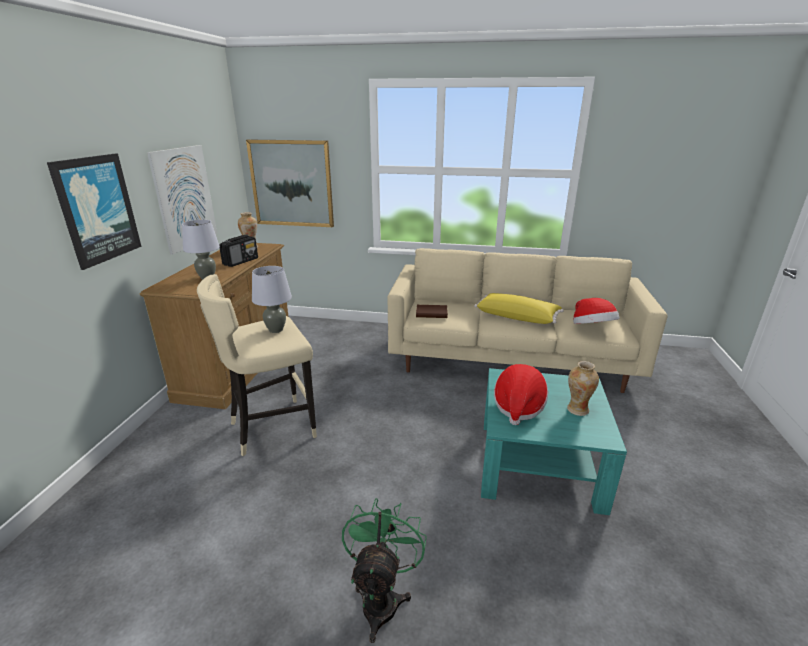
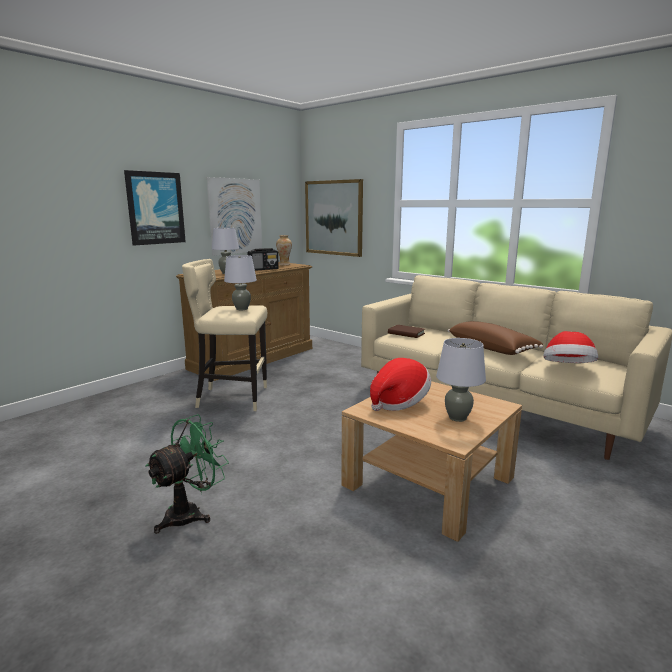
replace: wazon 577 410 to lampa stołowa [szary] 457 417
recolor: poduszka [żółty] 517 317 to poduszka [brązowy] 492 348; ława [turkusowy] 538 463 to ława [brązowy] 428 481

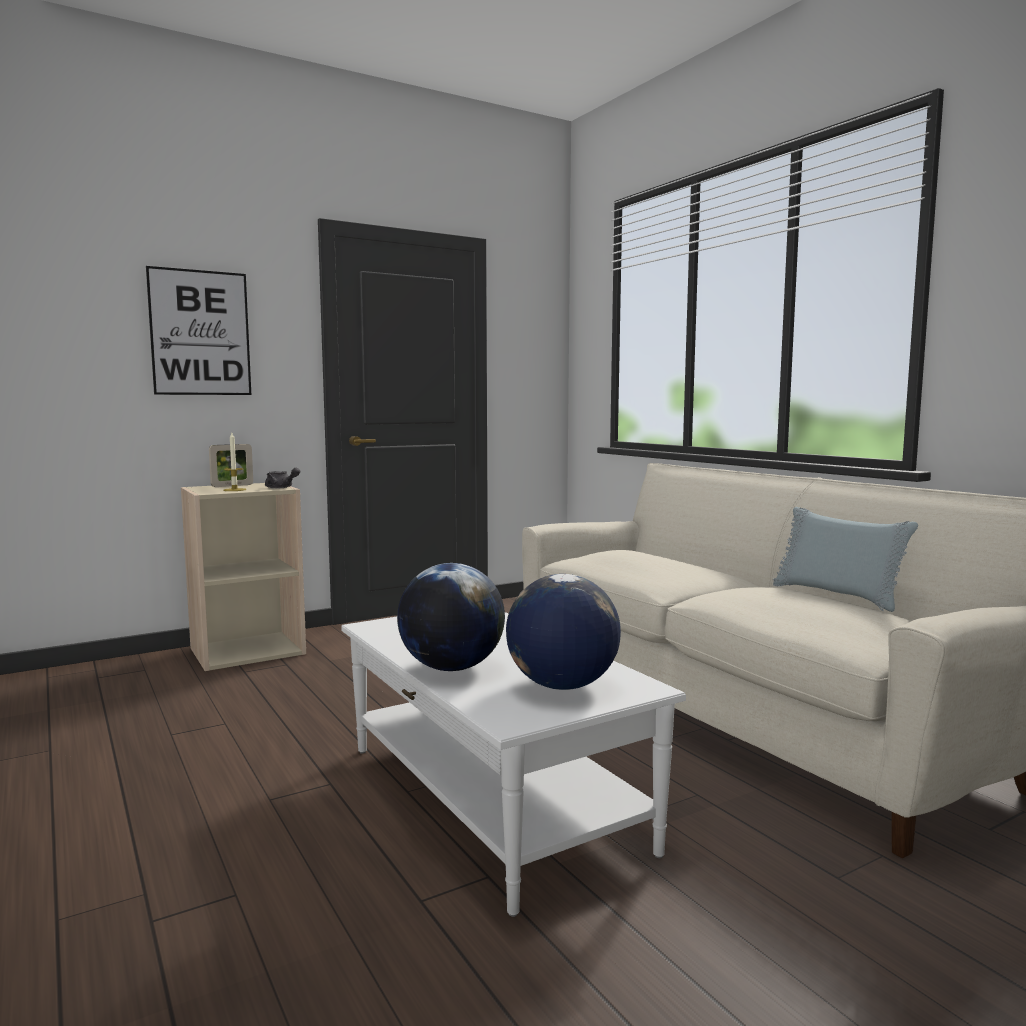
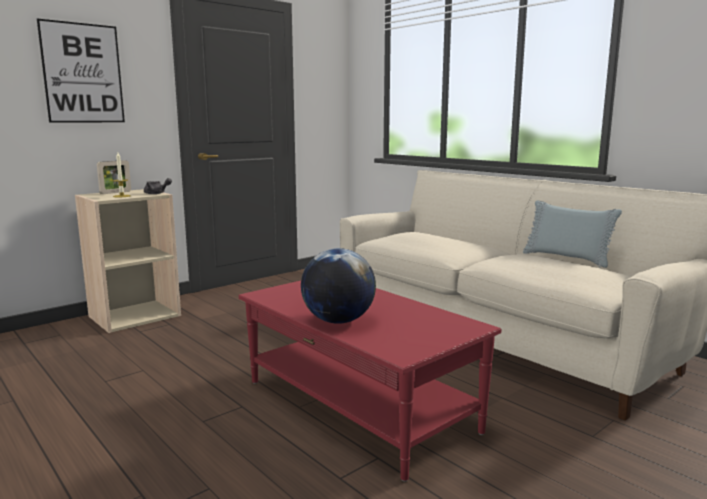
delete: globus 561 685
recolor: ława [biały] 492 798 to ława [czerwony] 359 406

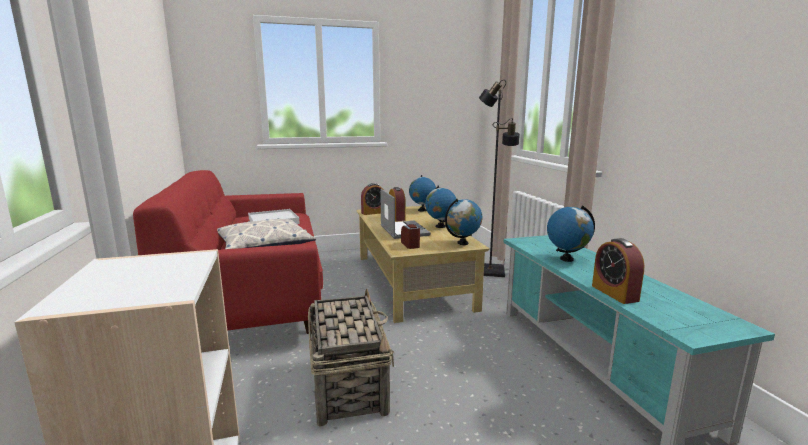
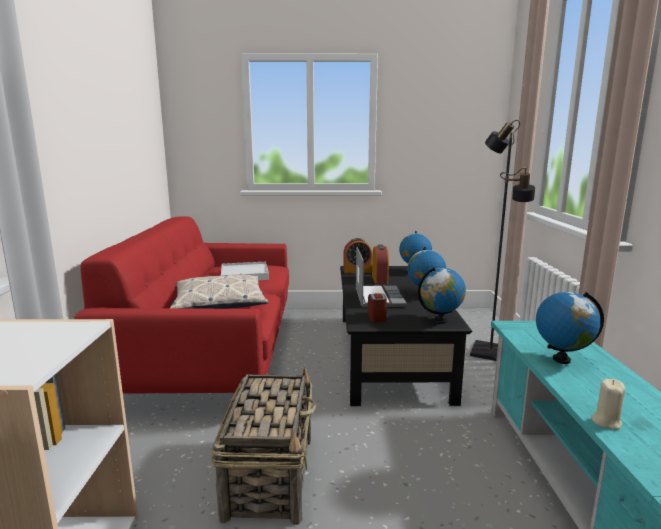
replace: budzik 614 293 to świeca [beżowy] 606 421
recolor: ława [beżowy] 410 281 to ława [czarny] 388 354

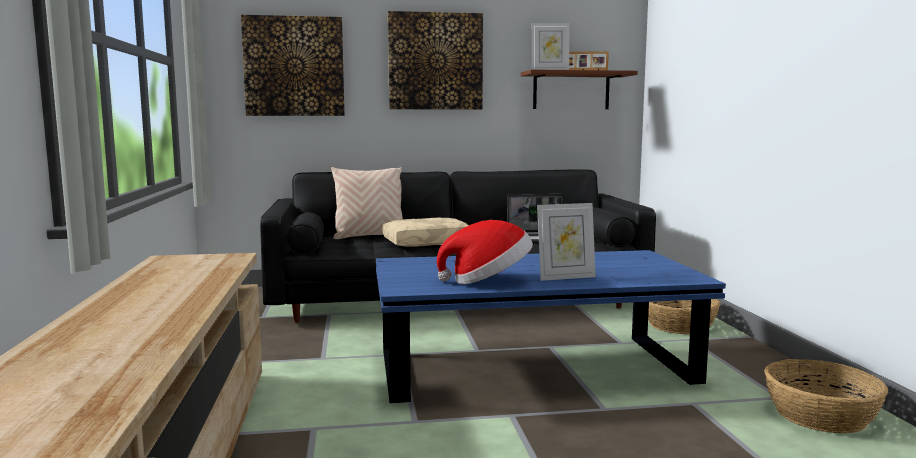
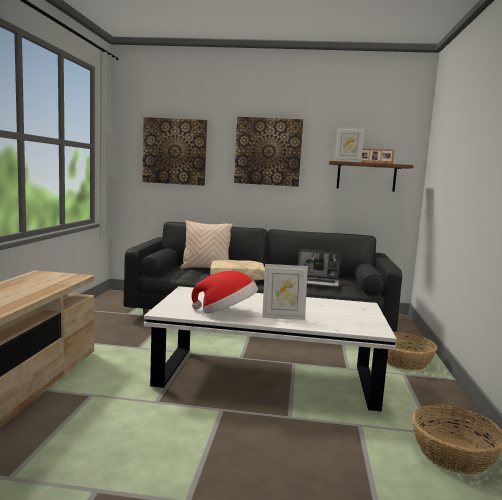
recolor: ława [niebieski] 535 369 to ława [biały] 267 378

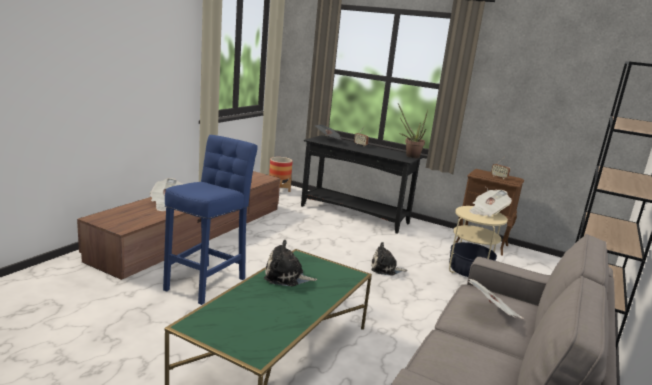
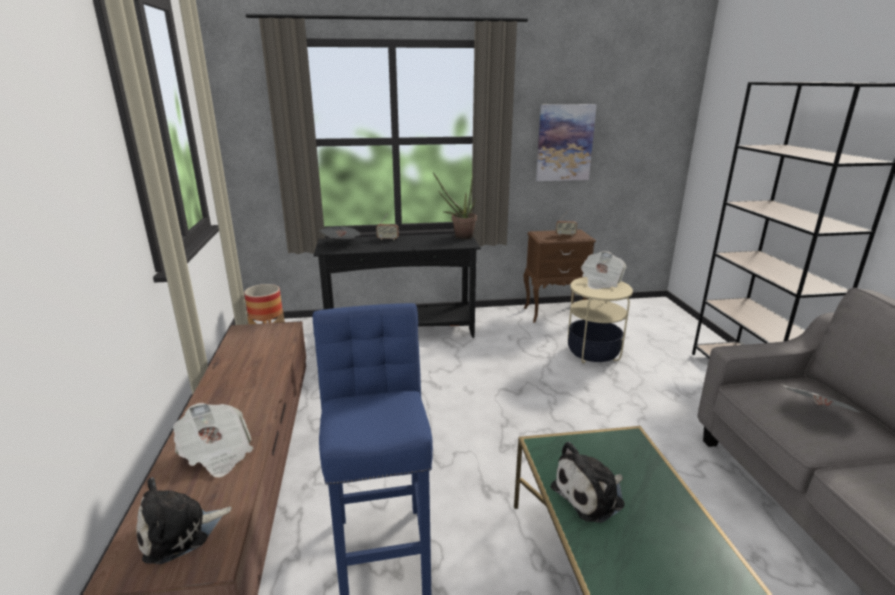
insert: obraz 564 143
move: pluszak 385 269 to 180 532

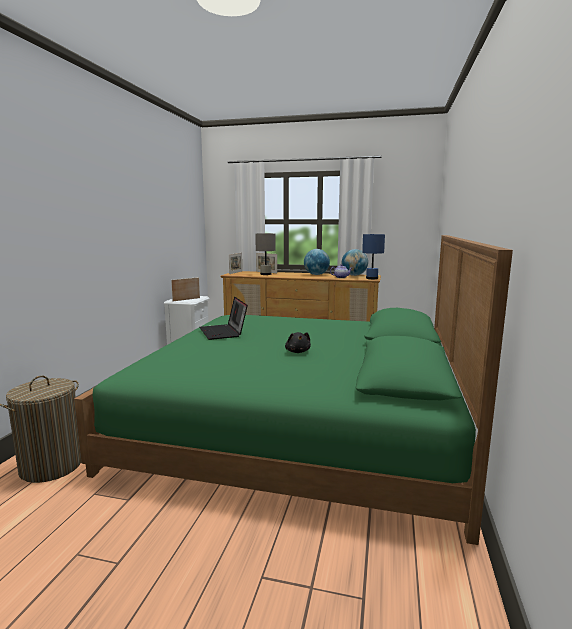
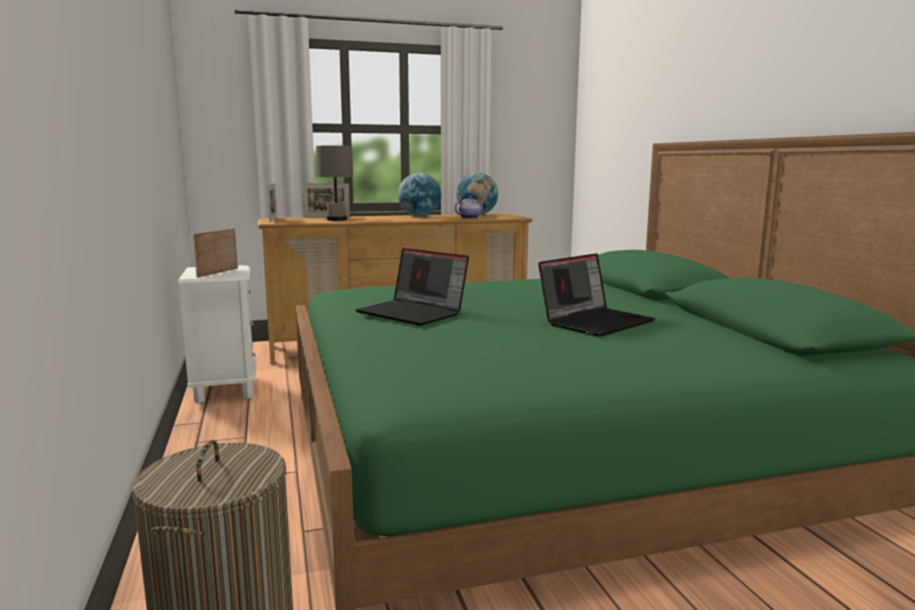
delete: lampa stołowa [niebieski] 372 278
replace: pluszak [czarny] 297 352 to laptop 596 322

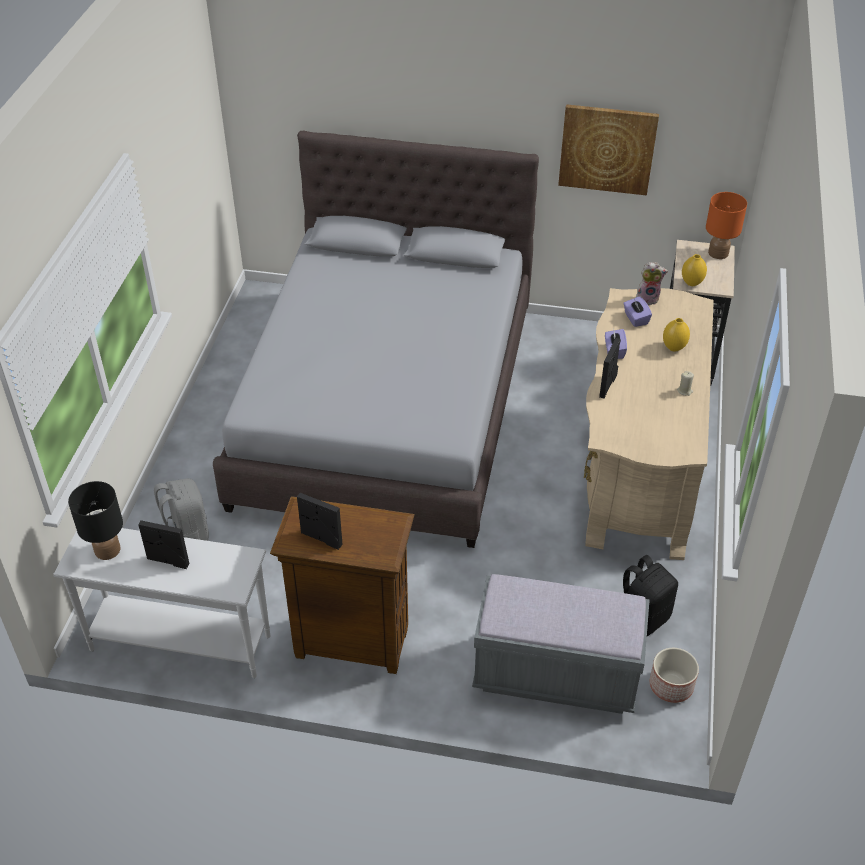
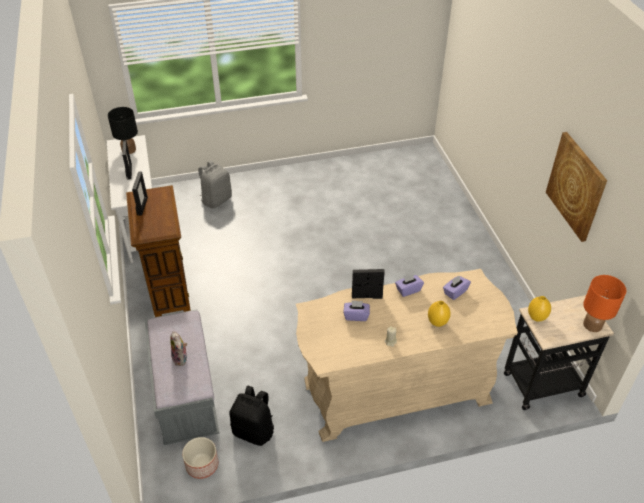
delete: łóżko [szary] 387 405
insert: pudełko chusteczek [fioletowy] 356 316
move: pluszak 647 298 to 181 358

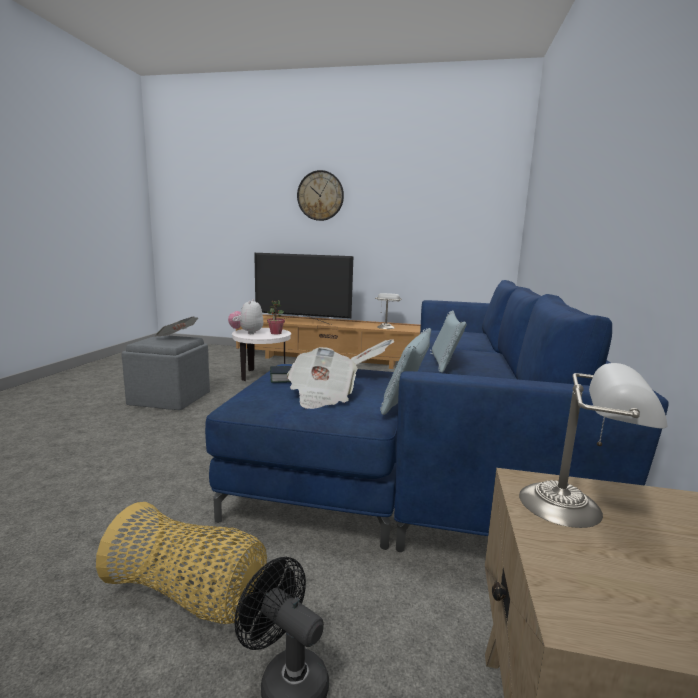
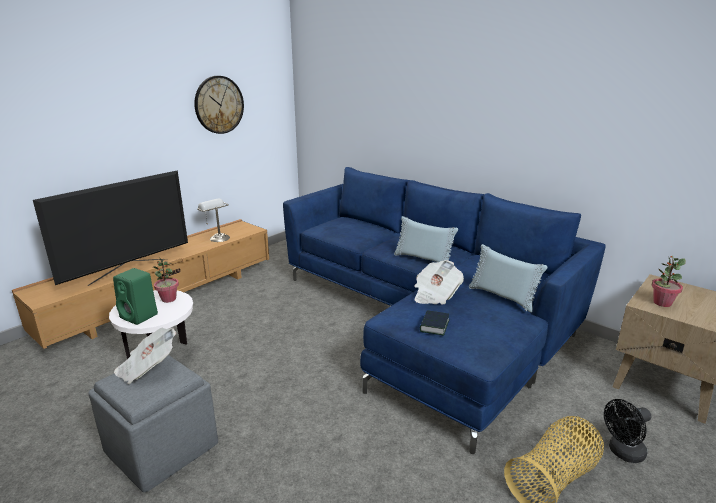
delete: gazeta 321 396
move: zegar ścienny 320 196 to 219 105
replace: pluszak 247 333 to głośnik [zielony] 140 316; lampa stołowa [biały] 578 507 to roślina doniczkowa 662 303

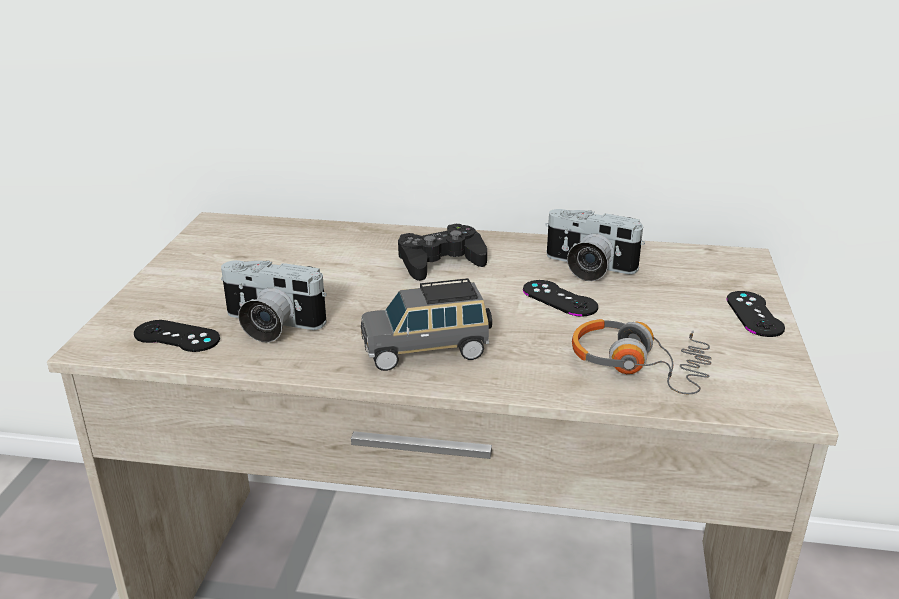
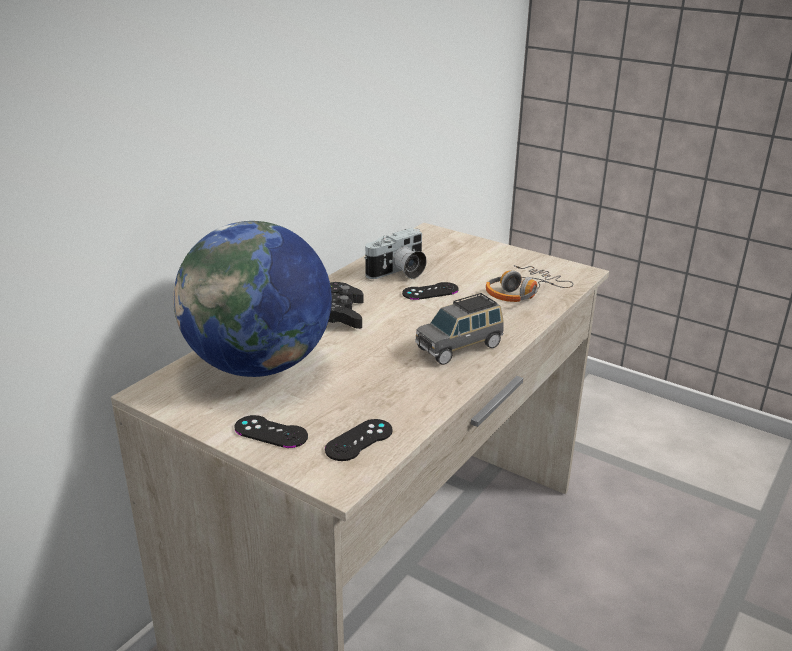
delete: aparat fotograficzny 269 325
insert: globus 259 365
move: pad do gier [czarny] 754 314 to 271 432
rotate: samochodzik [szary] 427 351 = 460 347 45 degrees clockwise

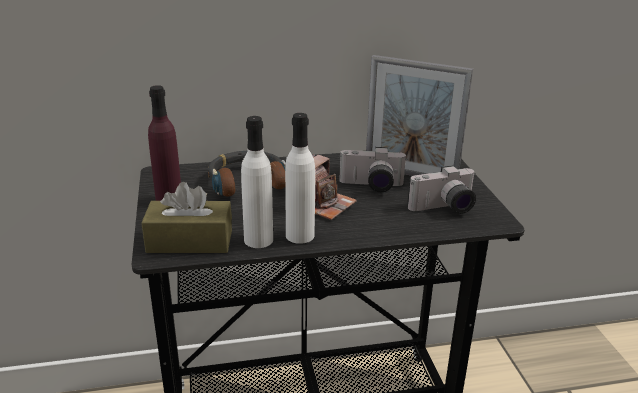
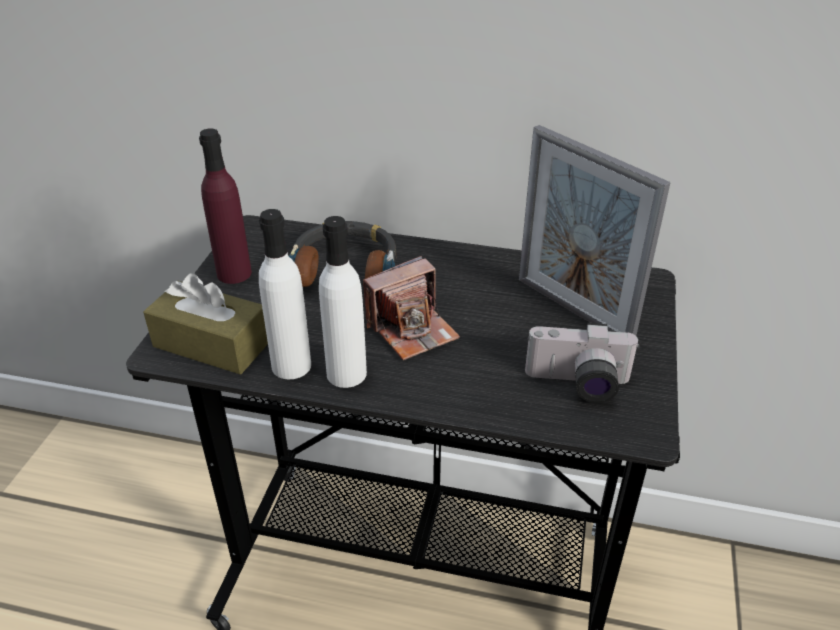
delete: aparat fotograficzny 371 186

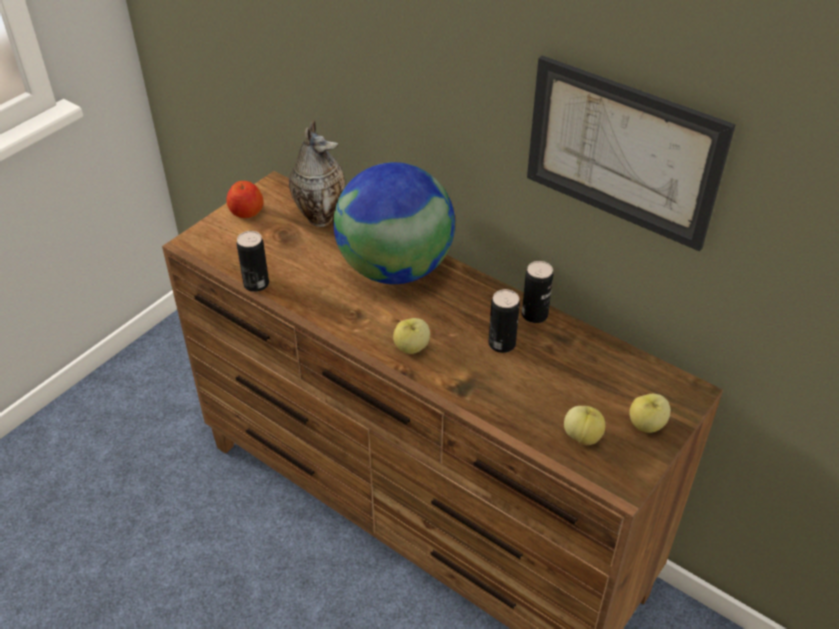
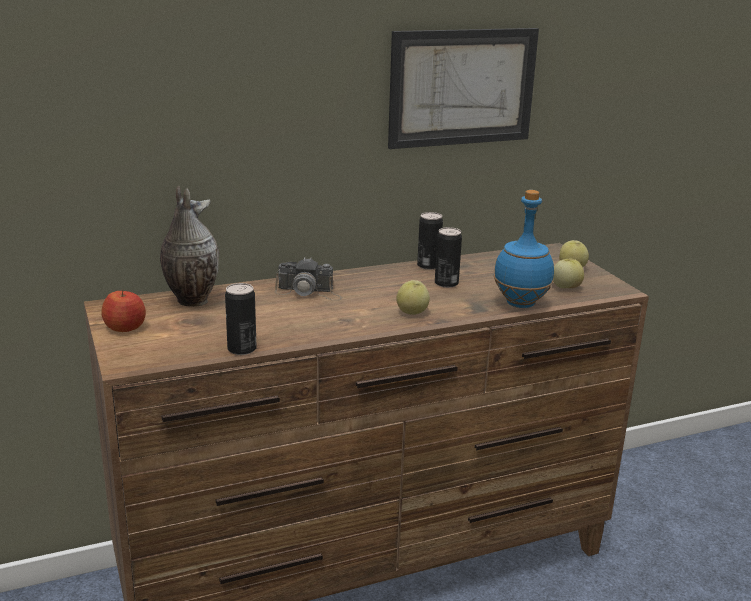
insert: butelka [niebieski] 521 303
replace: globus 395 269 to aparat fotograficzny 309 292

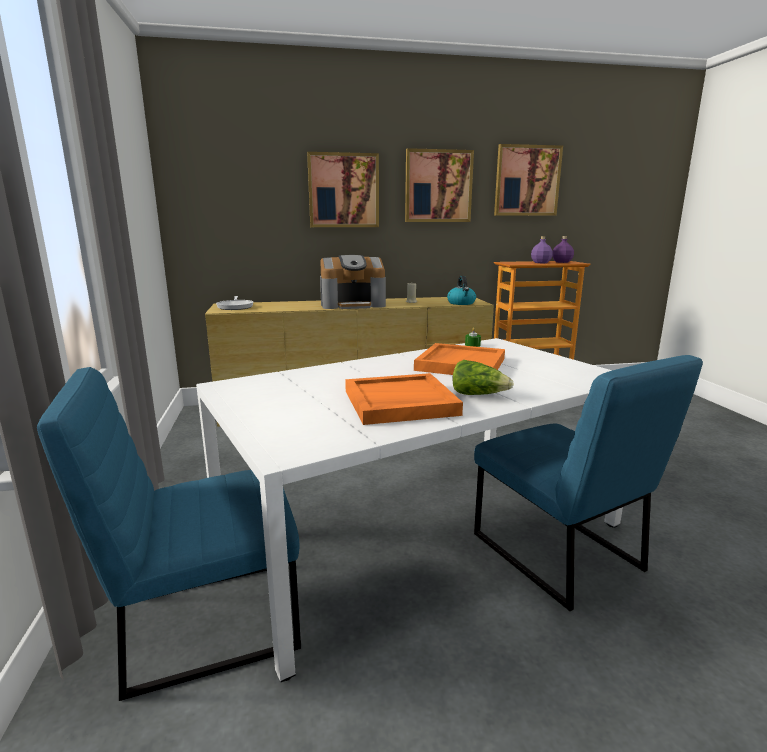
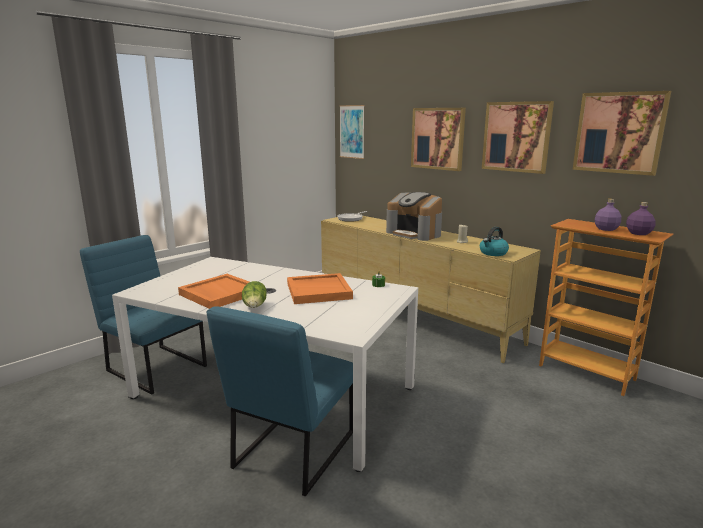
insert: obraz 352 132

